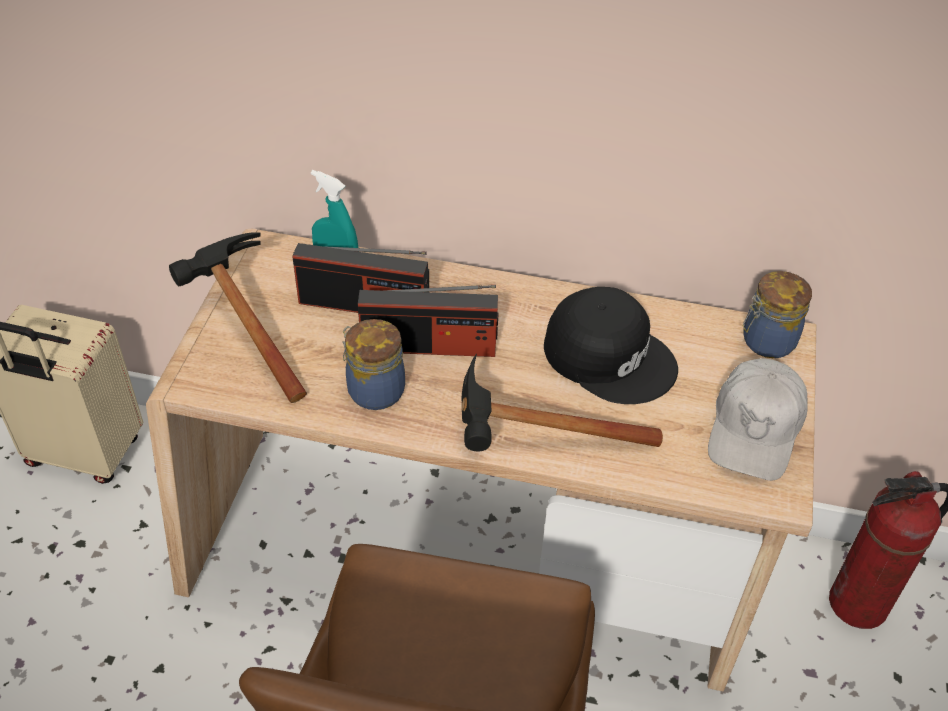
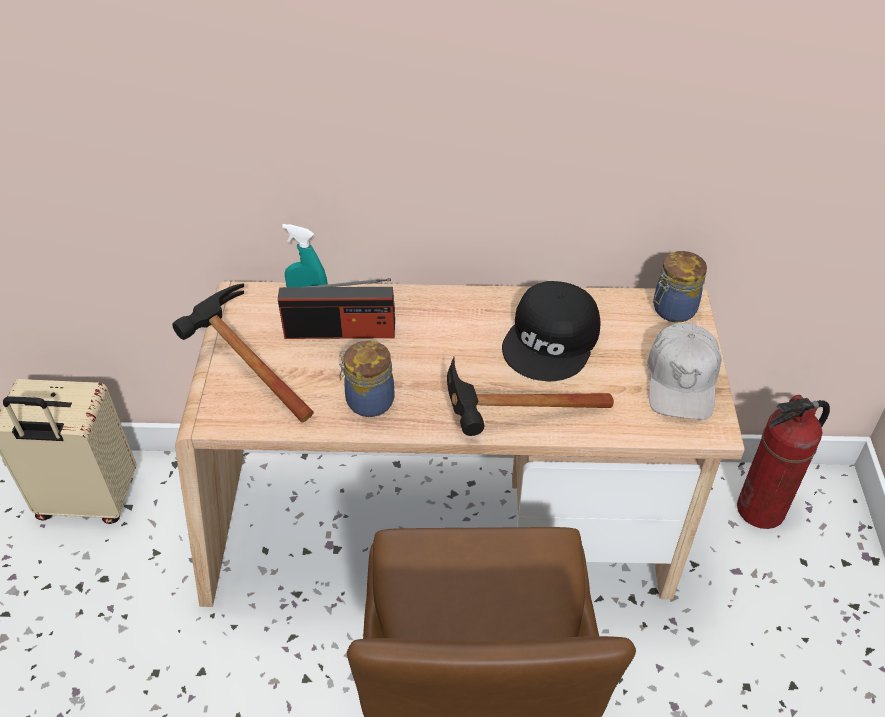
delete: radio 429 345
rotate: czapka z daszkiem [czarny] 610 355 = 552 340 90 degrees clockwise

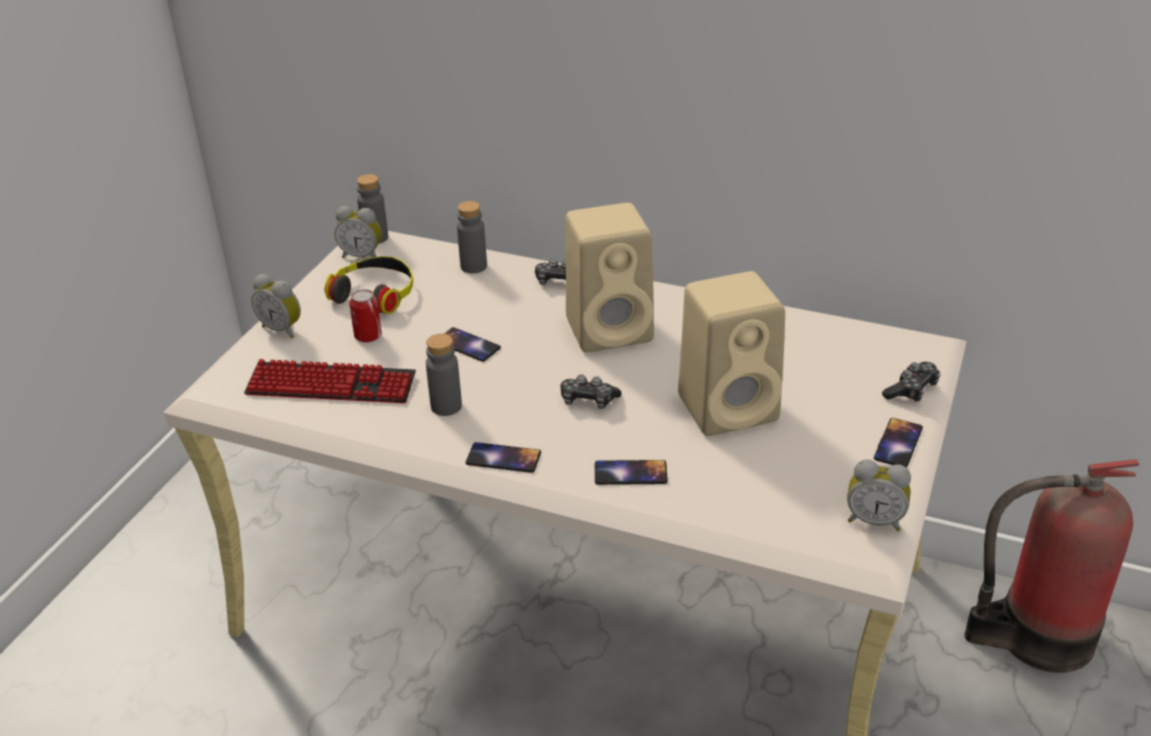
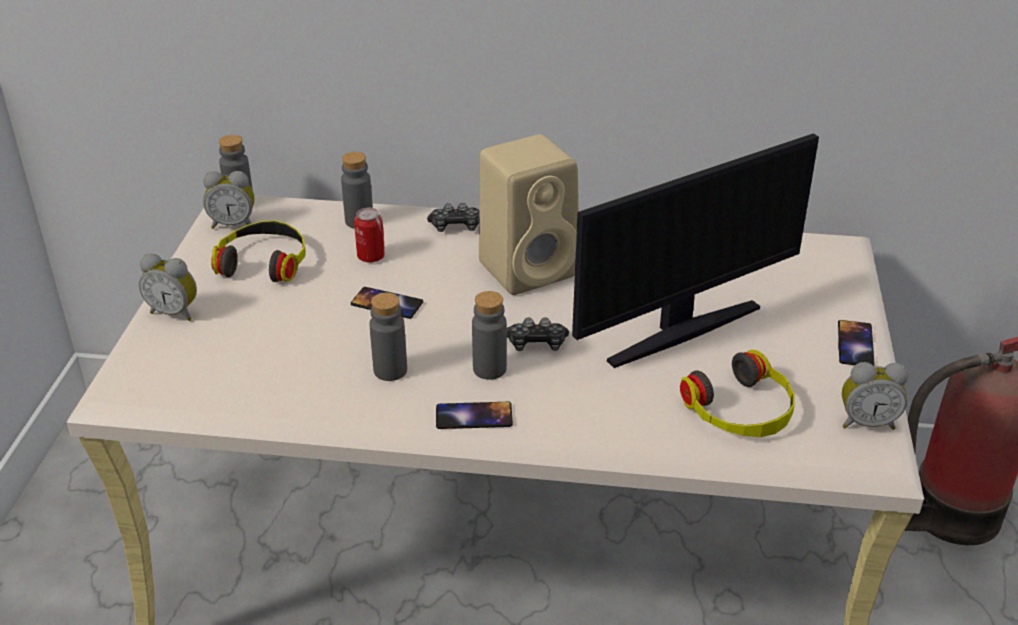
delete: klawiatura 331 385; pad do gier 911 390; telefon 630 473
insert: butelka [szary] 489 369; słuchawki 741 410
move: puszka 368 336 to 371 257
replace: głośnik [beżowy] 730 407 to monitor 681 331

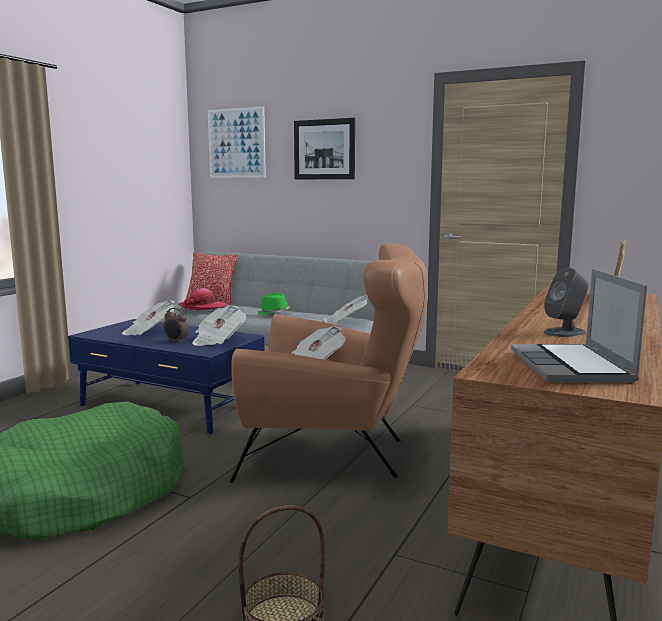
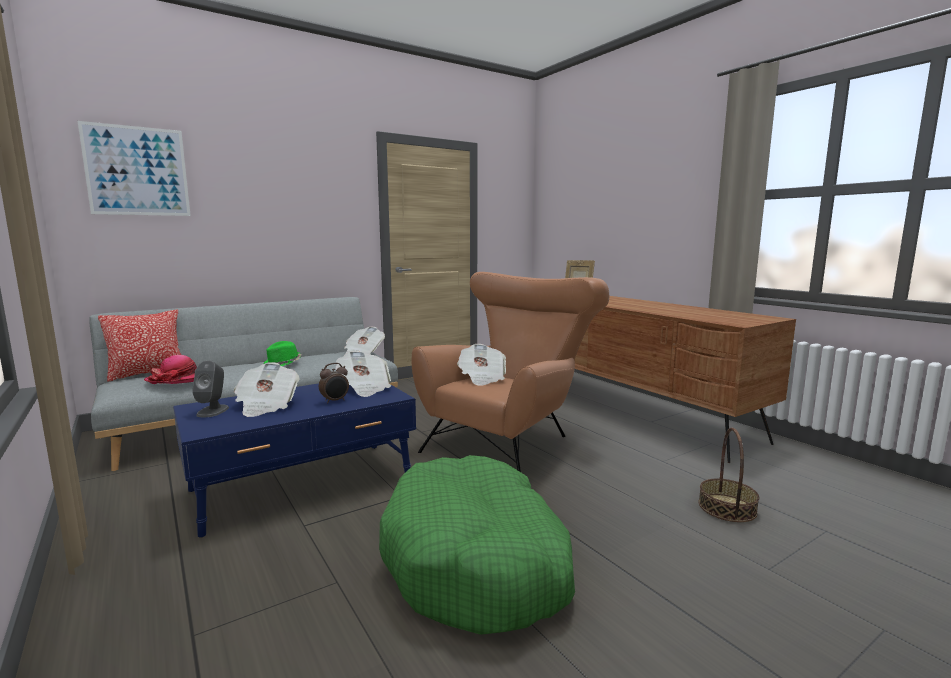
delete: obraz 324 149; laptop 572 366
move: głośnik [szary] 565 332 to 213 411

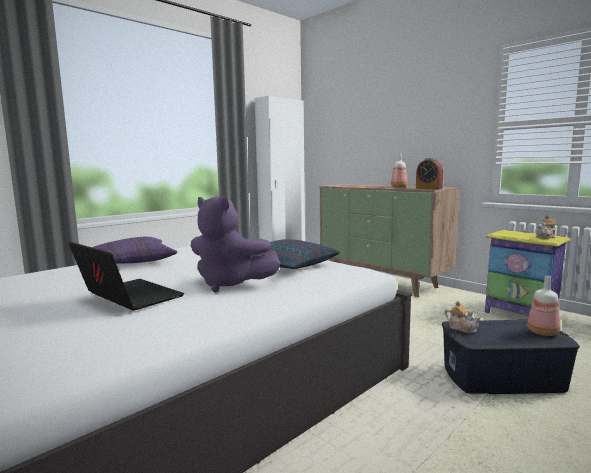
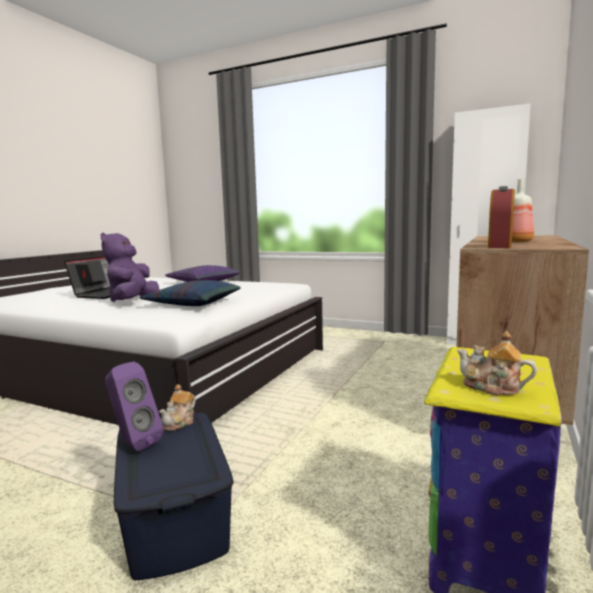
delete: butelka 543 332
insert: głośnik [fioletowy] 133 444

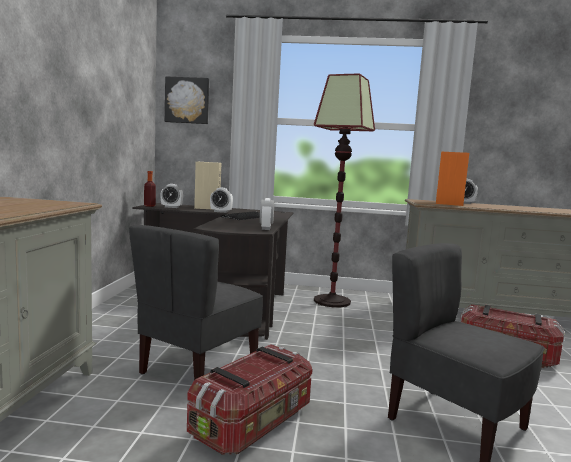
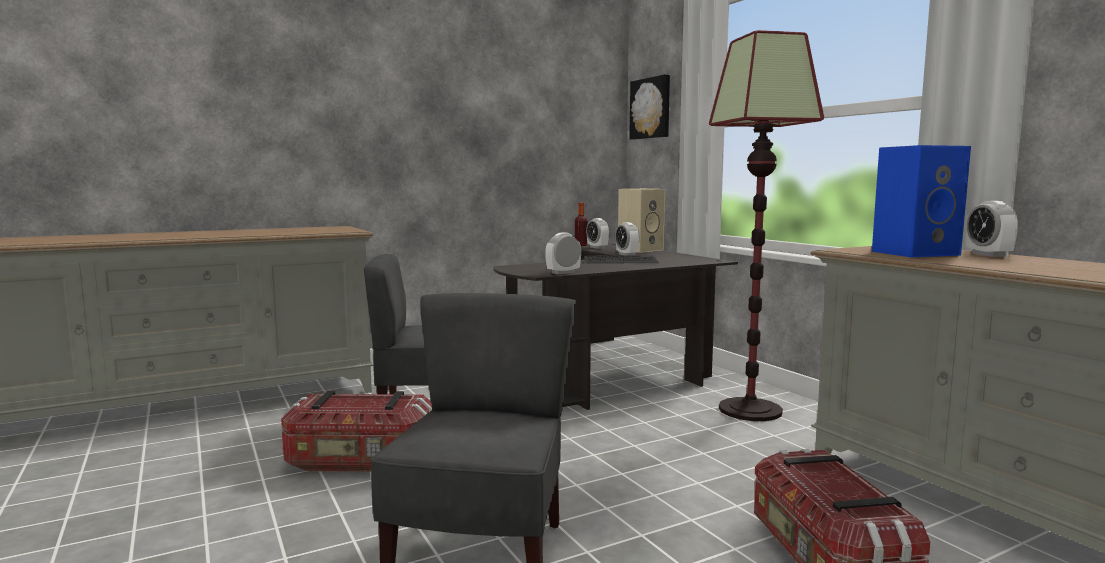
recolor: głośnik [pomarańczowy] 448 203 to głośnik [niebieski] 915 253

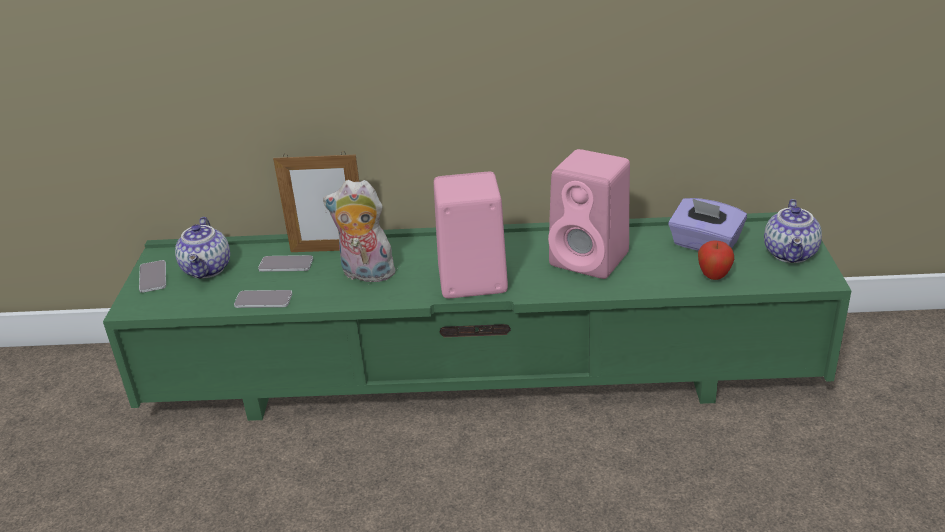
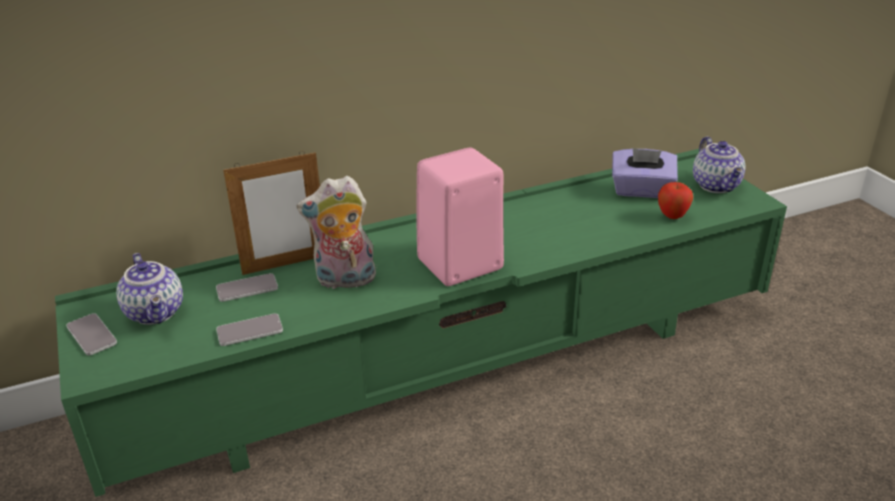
delete: głośnik [różowy] 592 259

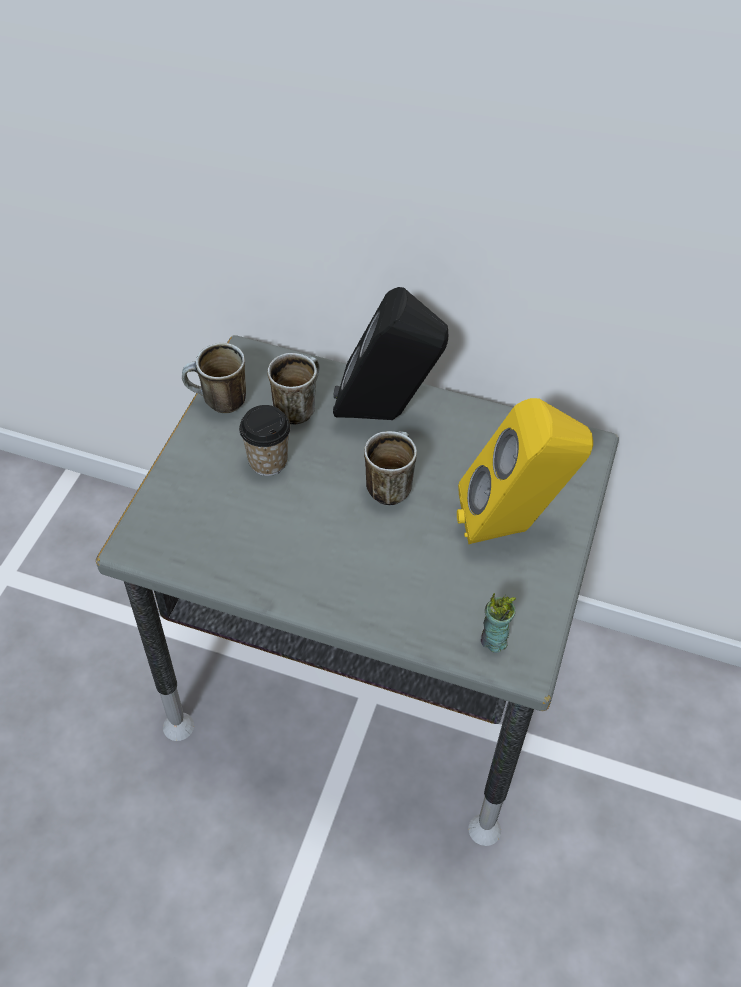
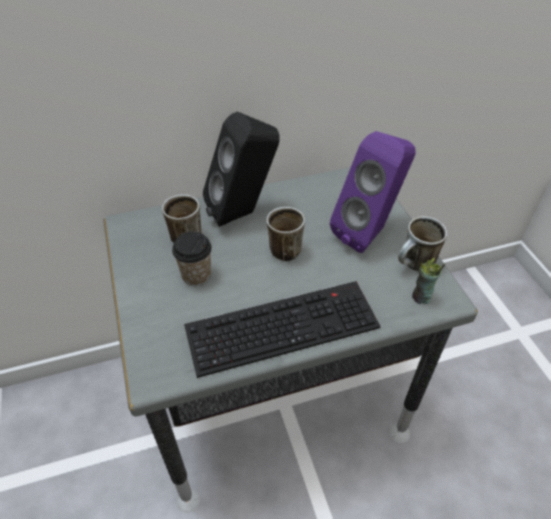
insert: klawiatura 283 325
move: kubek 217 403 to 414 265
recolor: głośnik [żółty] 512 526 to głośnik [fioletowy] 368 233

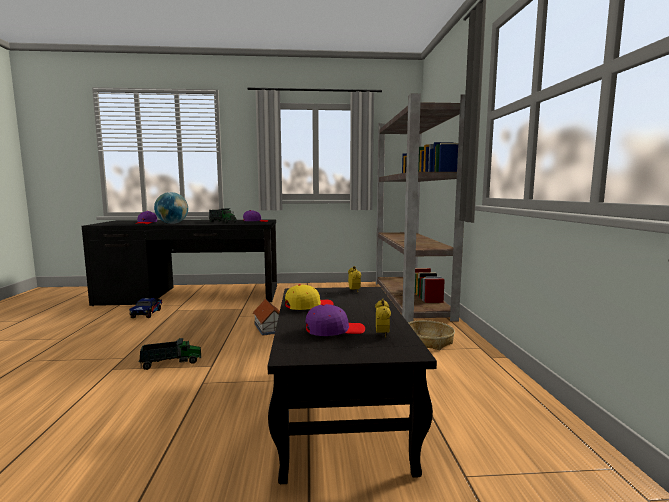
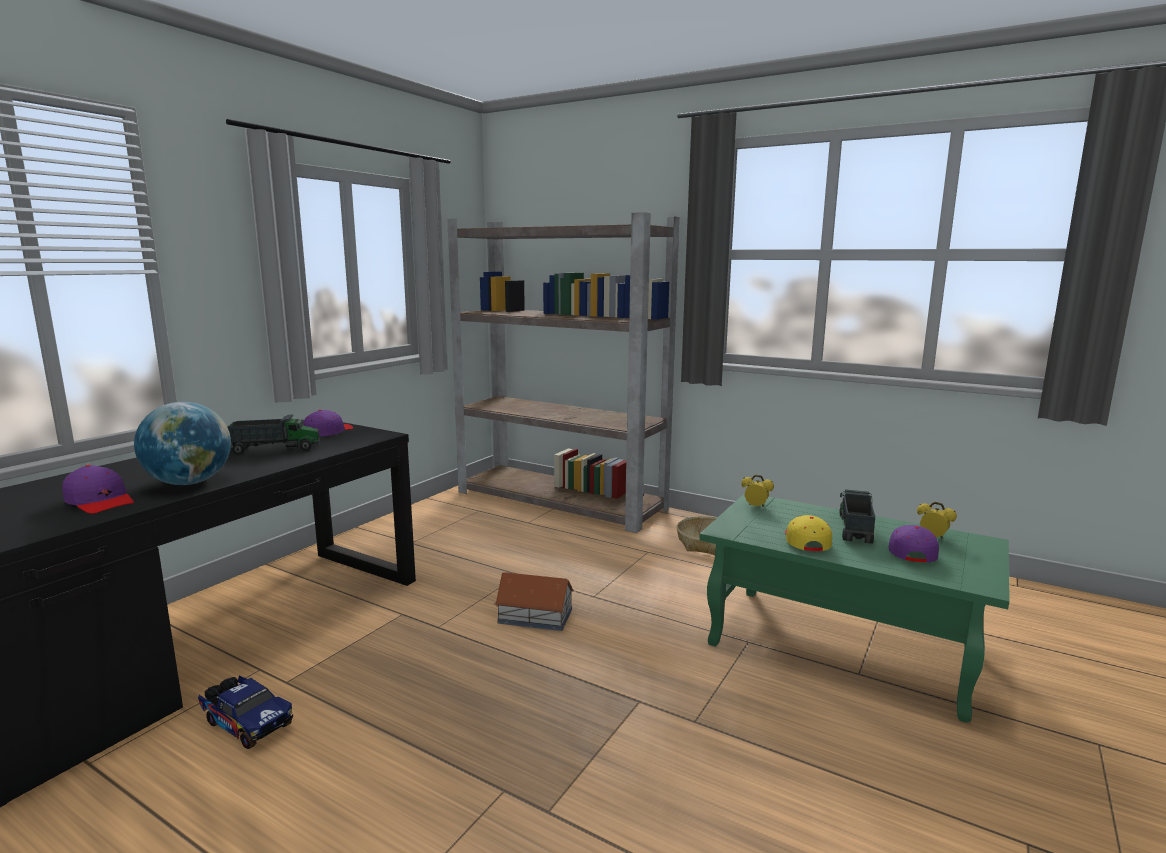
move: ciężarówka zabawkowa 171 363 to 854 529
recolor: ława [czarny] 339 410 to ława [zielony] 838 647

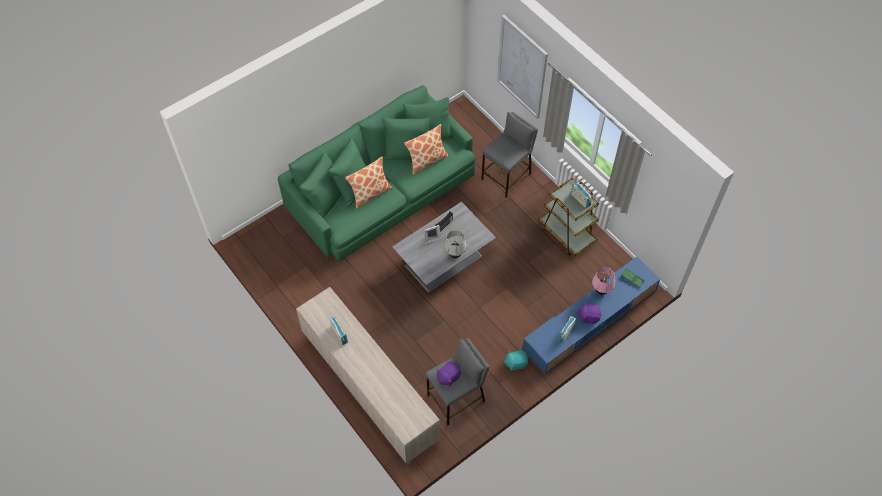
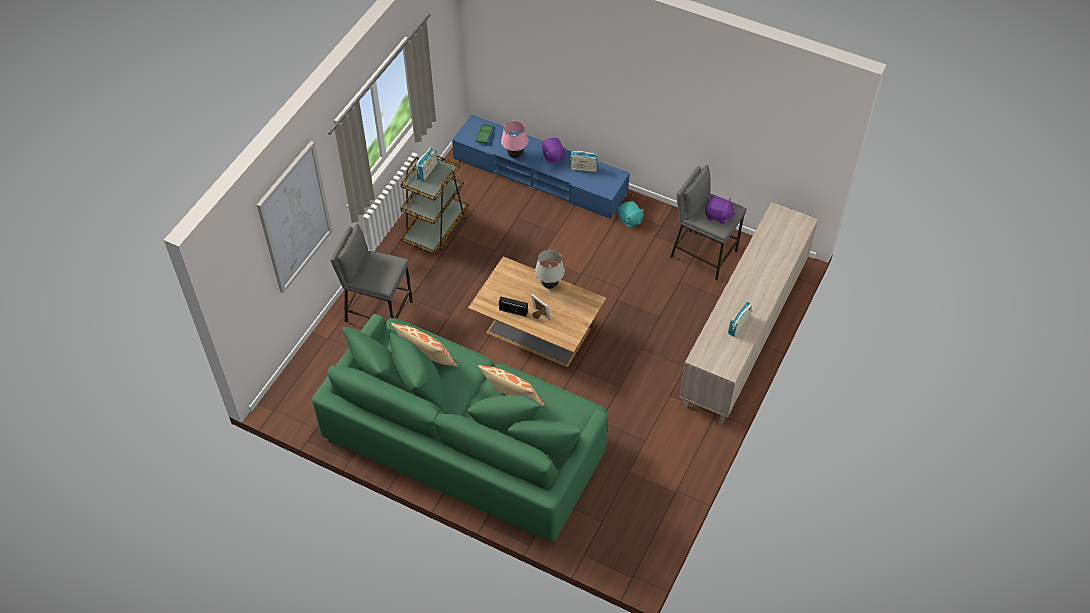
recolor: ława [szary] 444 259 to ława [brązowy] 536 330

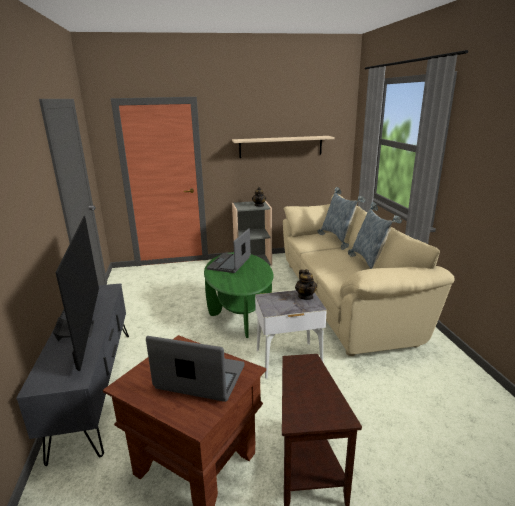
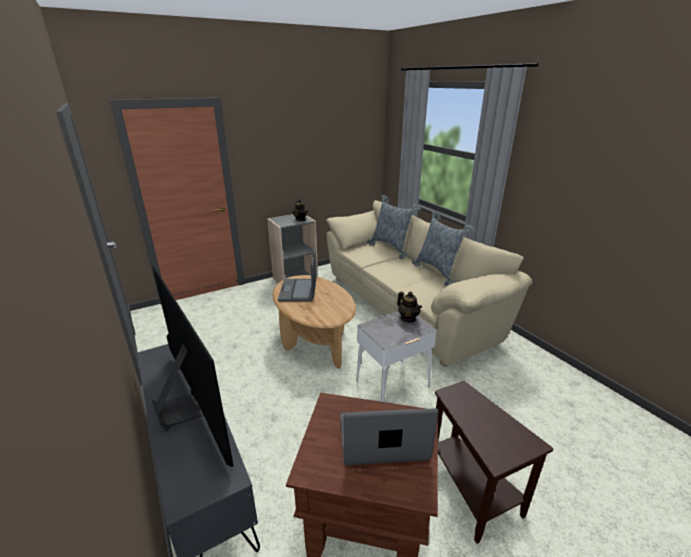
delete: półka [beżowy] 281 146
recolor: ława [zielony] 240 312 to ława [brązowy] 314 340

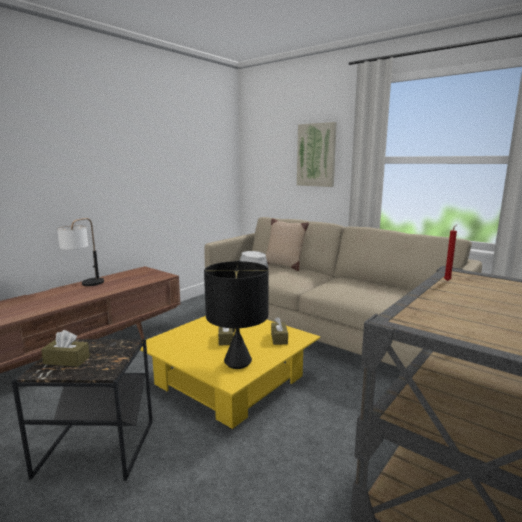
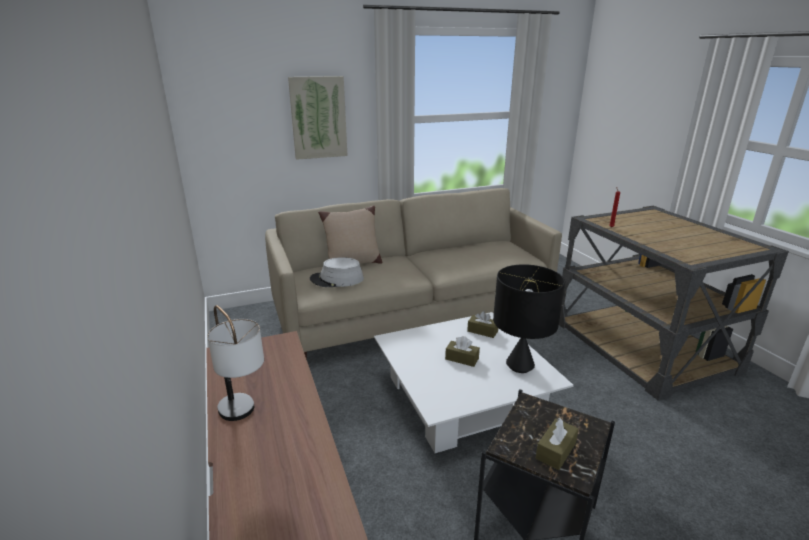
recolor: ława [żółty] 230 380 to ława [biały] 463 397

